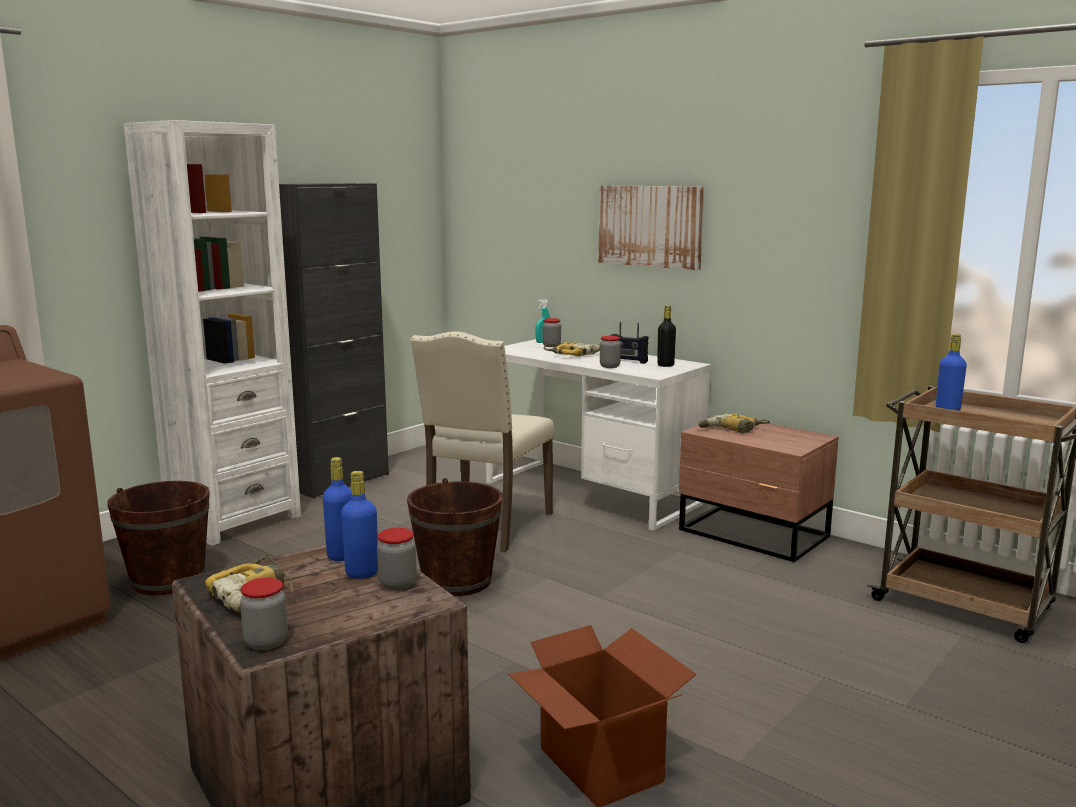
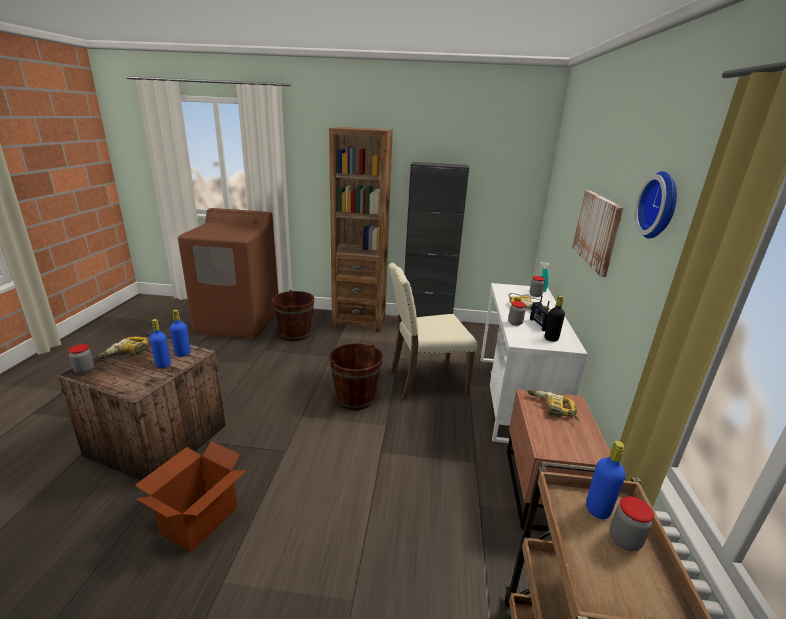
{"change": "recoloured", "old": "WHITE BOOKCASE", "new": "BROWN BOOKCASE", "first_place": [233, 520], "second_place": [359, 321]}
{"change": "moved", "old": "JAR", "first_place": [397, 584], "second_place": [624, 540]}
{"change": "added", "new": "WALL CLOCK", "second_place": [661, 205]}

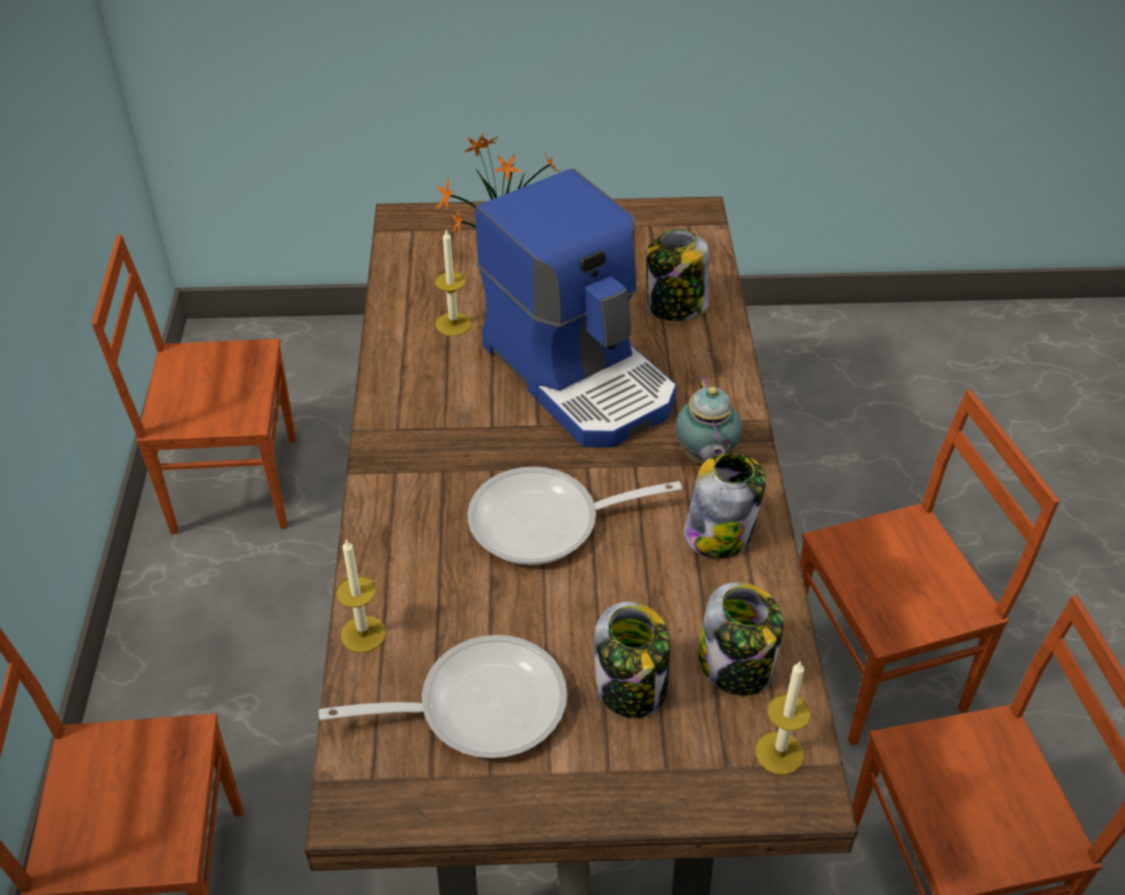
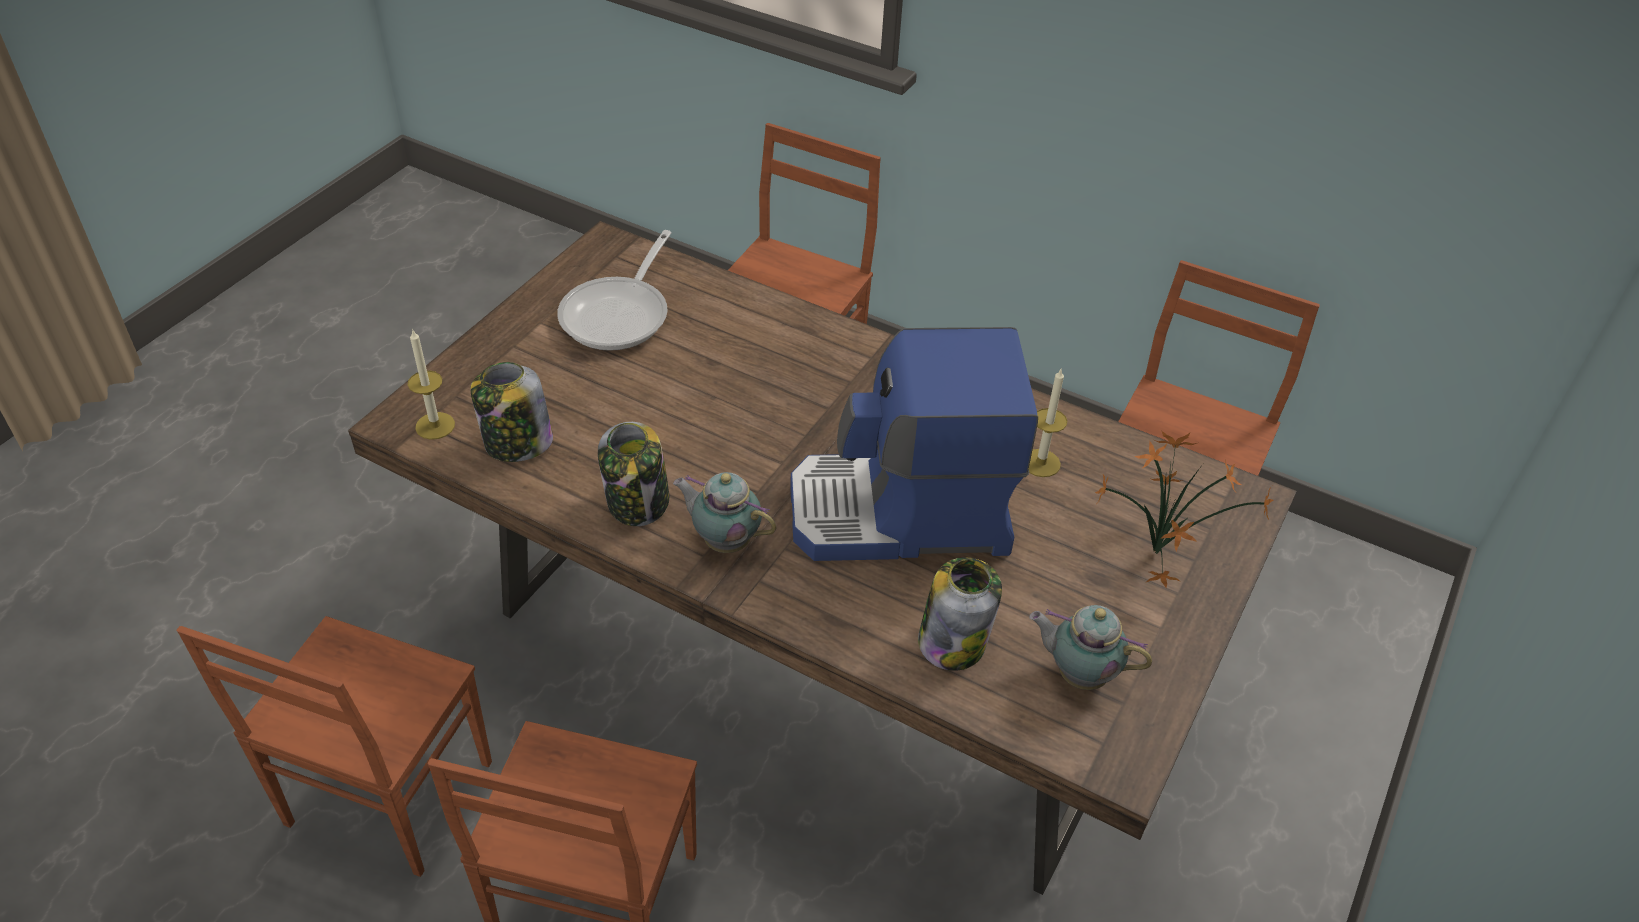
{"change": "added", "new": "TEAPOT", "second_place": [1078, 674]}
{"change": "removed", "old": "CANDLE", "first_place": [363, 634]}
{"change": "removed", "old": "FRYING PAN", "first_place": [546, 523]}
{"change": "removed", "old": "JAR", "first_place": [631, 687]}

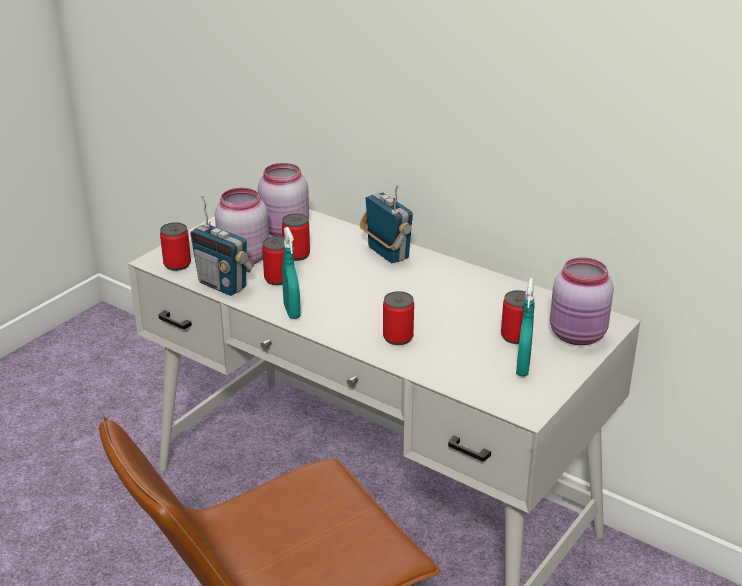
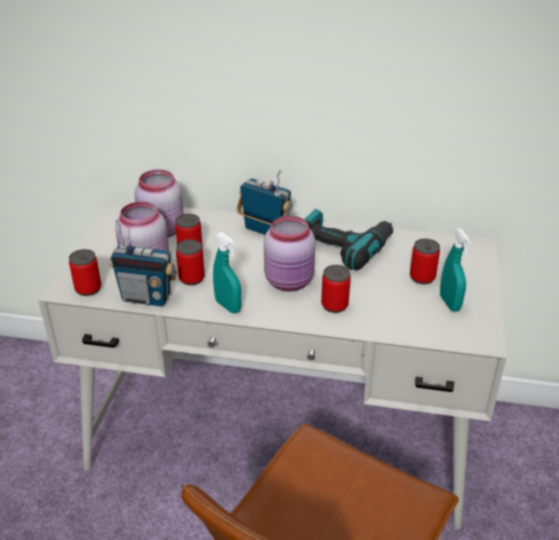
{"change": "moved", "old": "PINK JAR", "first_place": [578, 336], "second_place": [290, 282]}
{"change": "added", "new": "POWER DRILL", "second_place": [345, 246]}

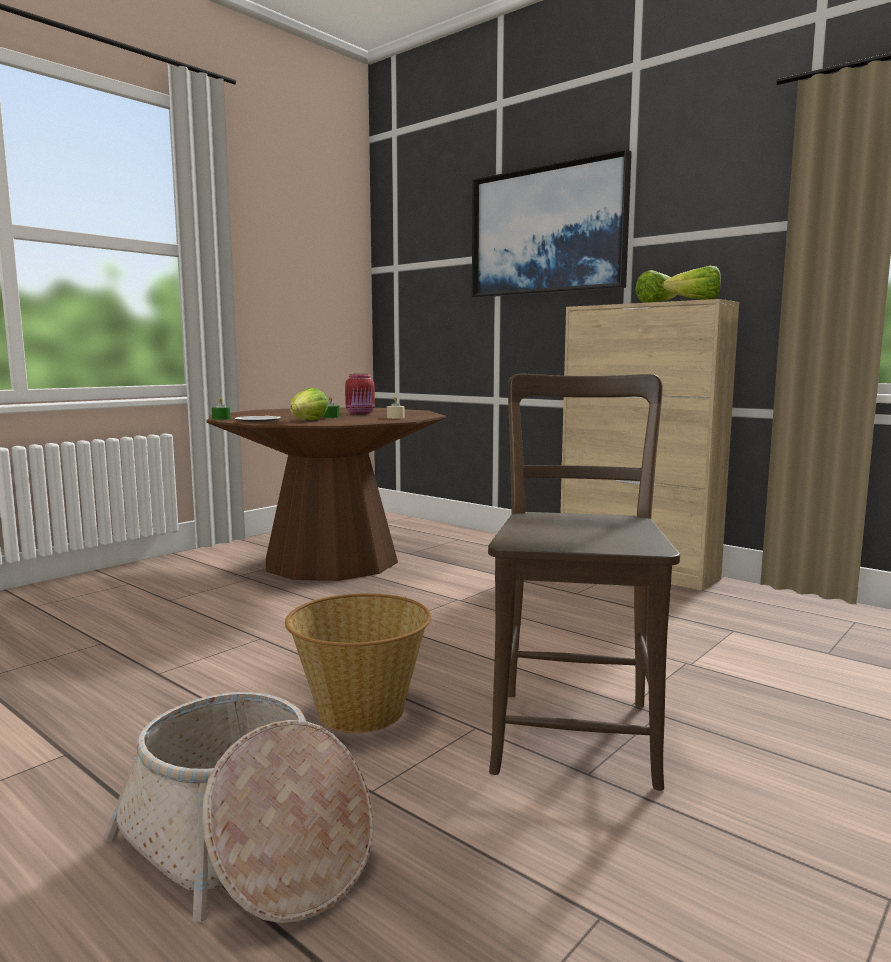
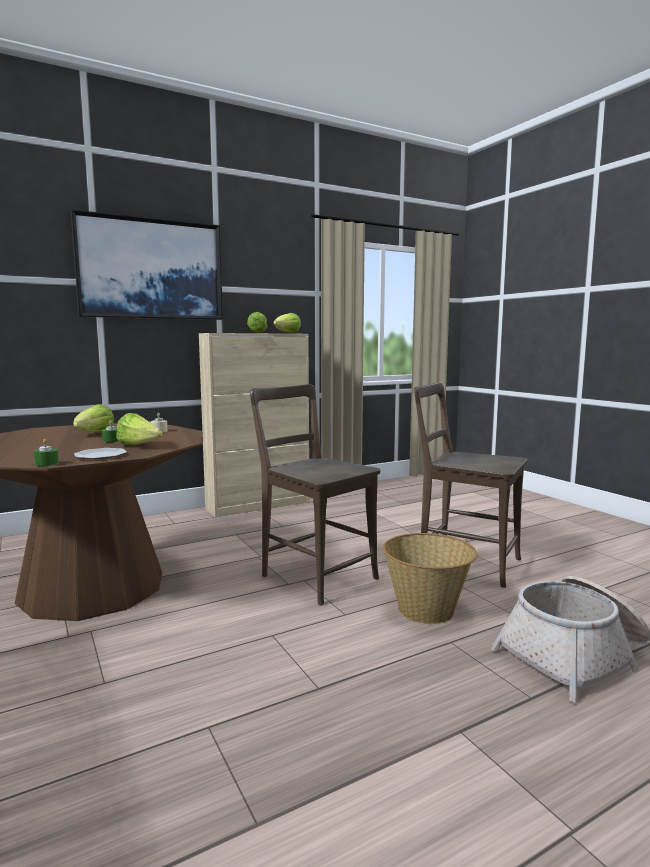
{"change": "replaced", "old": "RED JAR", "new": "LETTUCE", "first_place": [361, 413], "second_place": [94, 434]}
{"change": "added", "new": "BROWN CHAIR", "second_place": [315, 575]}

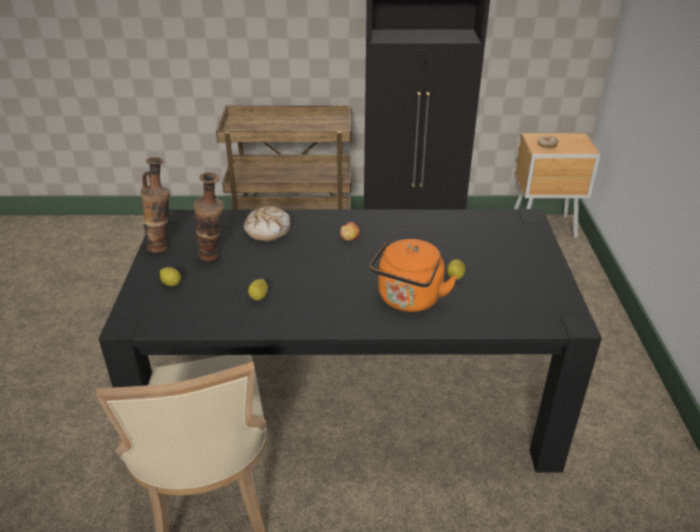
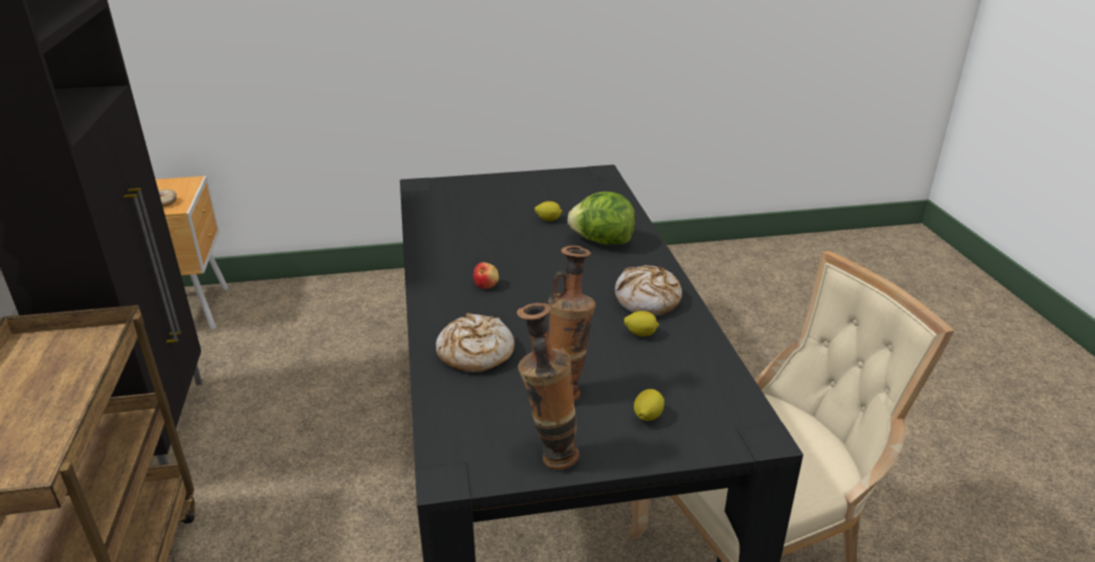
{"change": "replaced", "old": "ORANGE KETTLE", "new": "LETTUCE", "first_place": [408, 300], "second_place": [602, 241]}
{"change": "added", "new": "BREAD", "second_place": [647, 300]}

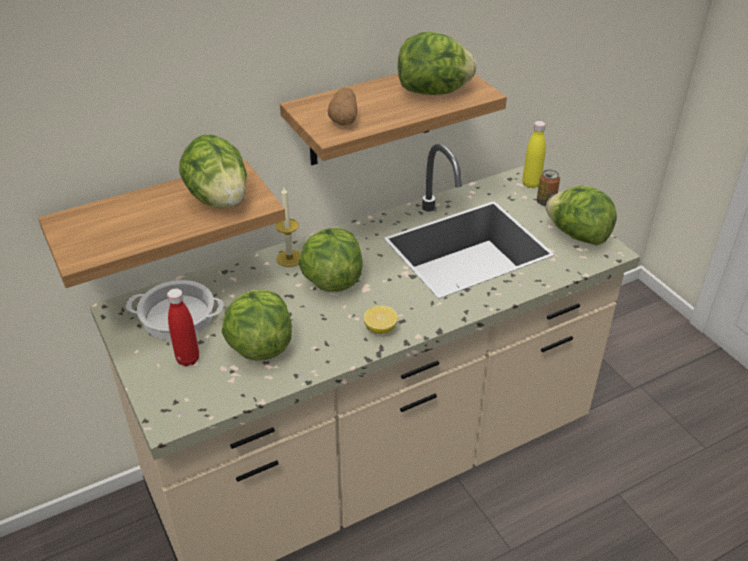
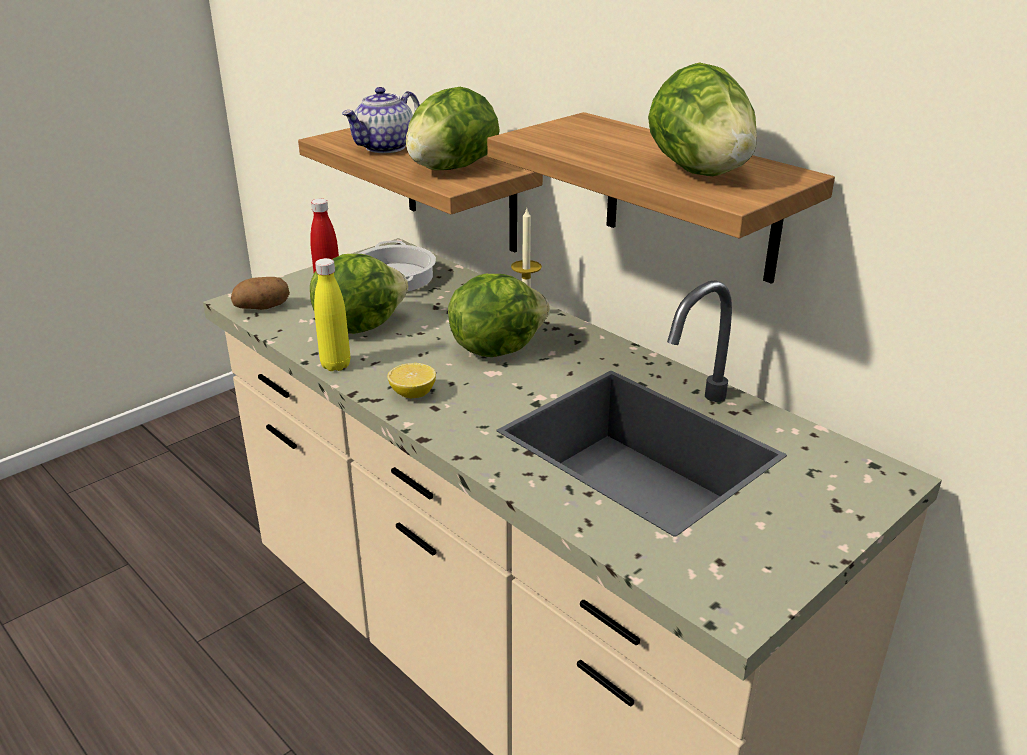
{"change": "moved", "old": "POTATO", "first_place": [344, 119], "second_place": [262, 307]}
{"change": "moved", "old": "YELLOW BOTTLE", "first_place": [531, 184], "second_place": [336, 365]}
{"change": "added", "new": "TEAPOT", "second_place": [385, 147]}
{"change": "removed", "old": "CAN", "first_place": [546, 202]}
{"change": "removed", "old": "LETTUCE", "first_place": [577, 235]}

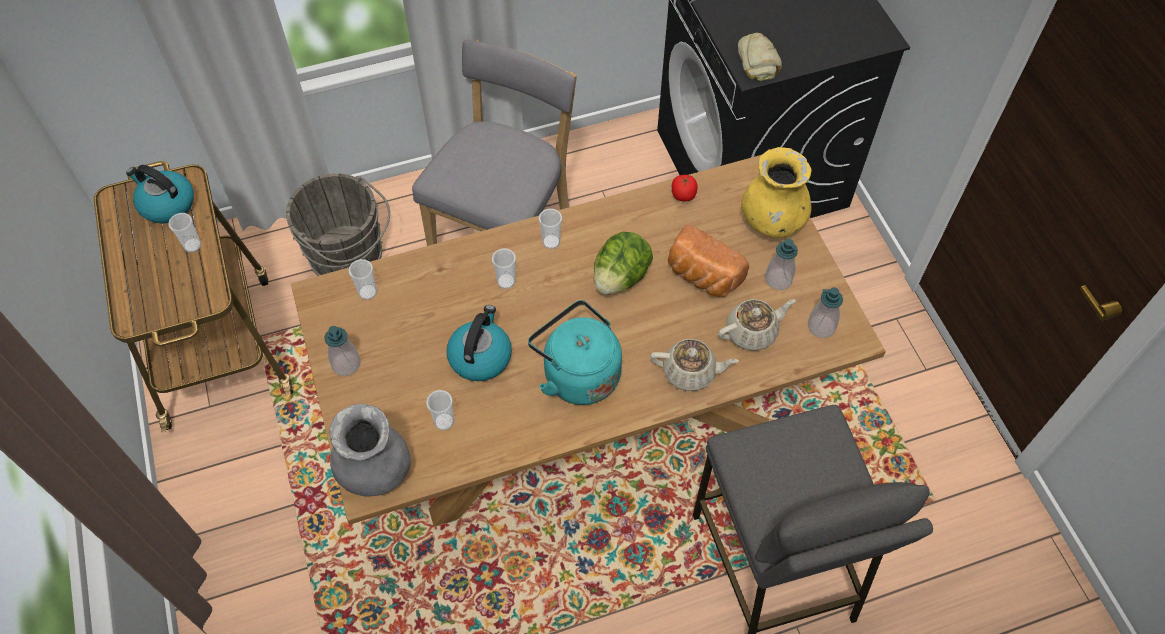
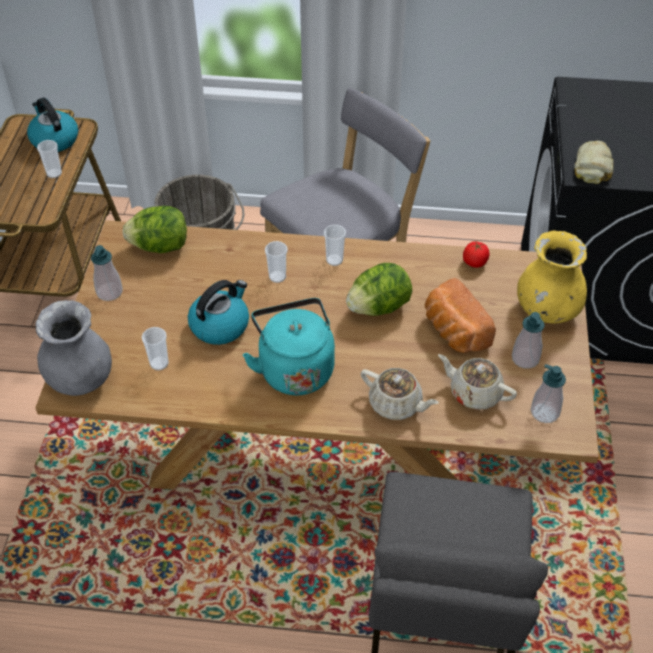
{"change": "replaced", "old": "CUP", "new": "LETTUCE", "first_place": [368, 292], "second_place": [160, 246]}
{"change": "turned", "old": "BEIGE TEAPOT", "first_place": [752, 332], "second_place": [474, 393], "degrees": -150}

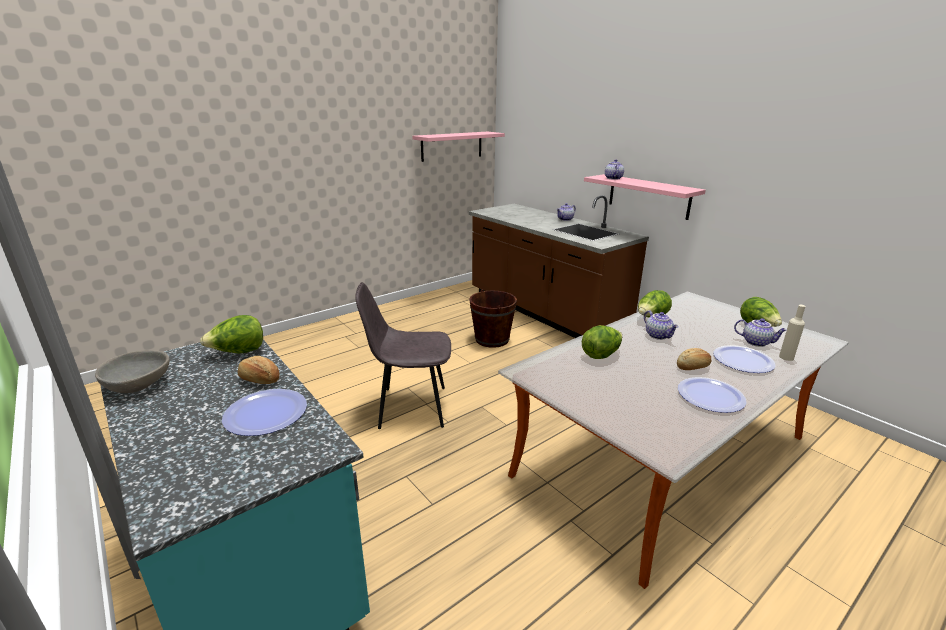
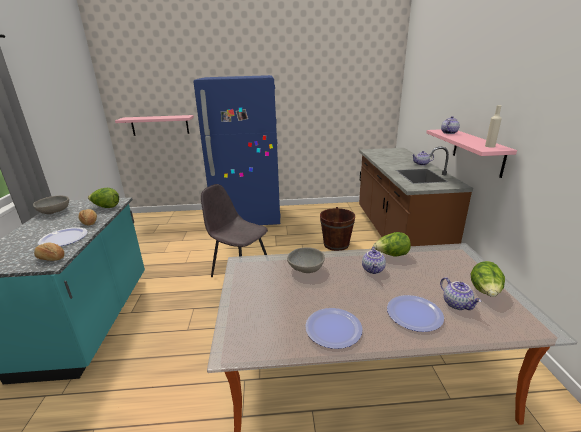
{"change": "moved", "old": "BREAD", "first_place": [693, 367], "second_place": [51, 258]}
{"change": "moved", "old": "PINK SHELF", "first_place": [452, 146], "second_place": [160, 125]}
{"change": "added", "new": "BLUE FRIDGE", "second_place": [248, 218]}
{"change": "replaced", "old": "LETTUCE", "new": "GREY BOWL", "first_place": [601, 354], "second_place": [305, 269]}
{"change": "moved", "old": "BEIGE BOTTLE", "first_place": [786, 357], "second_place": [490, 146]}

